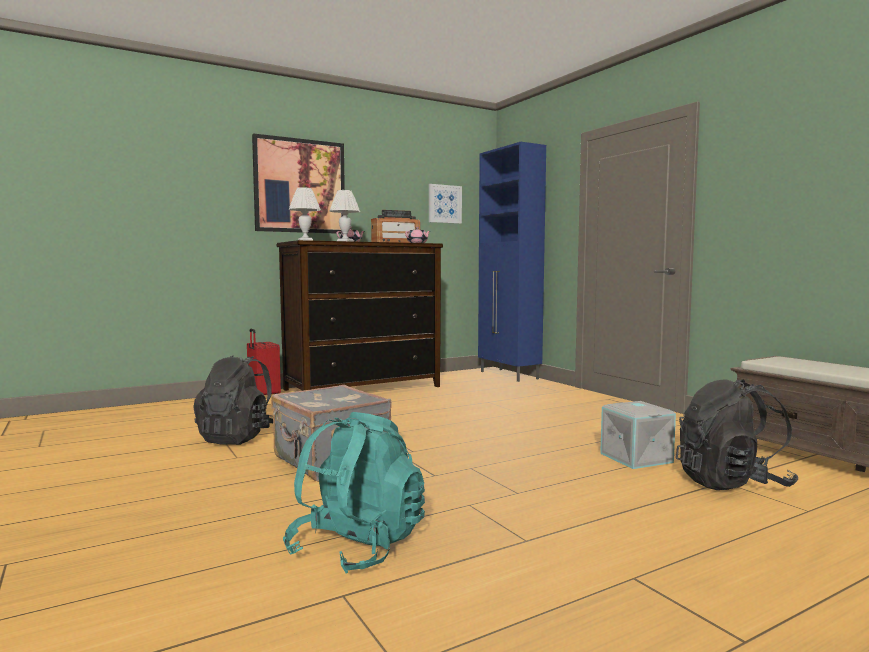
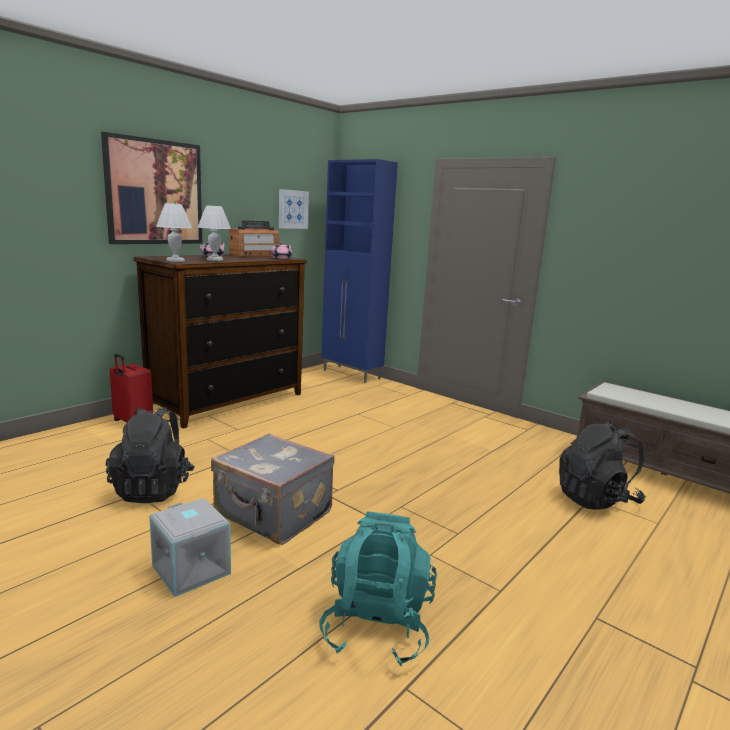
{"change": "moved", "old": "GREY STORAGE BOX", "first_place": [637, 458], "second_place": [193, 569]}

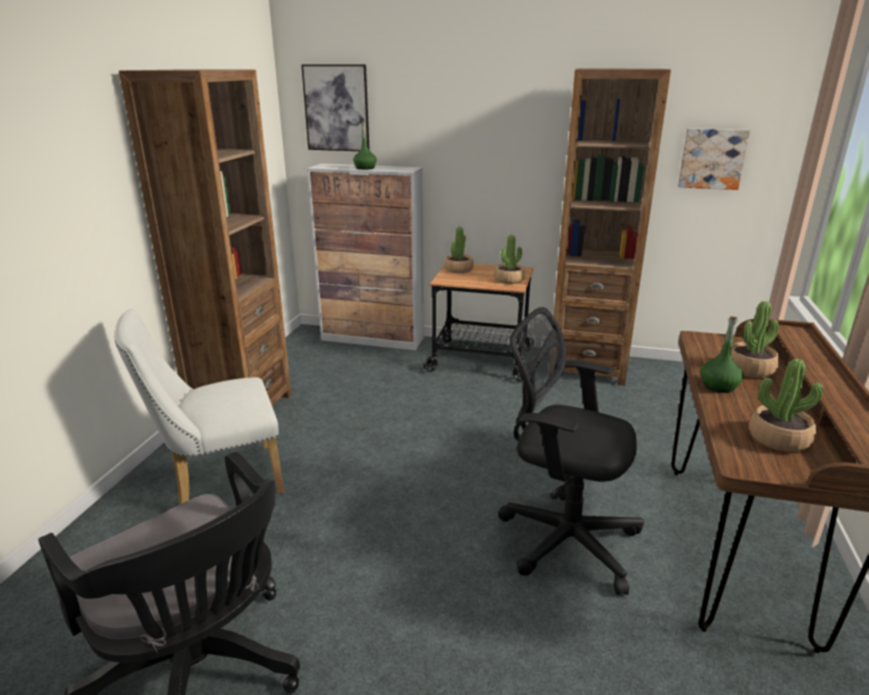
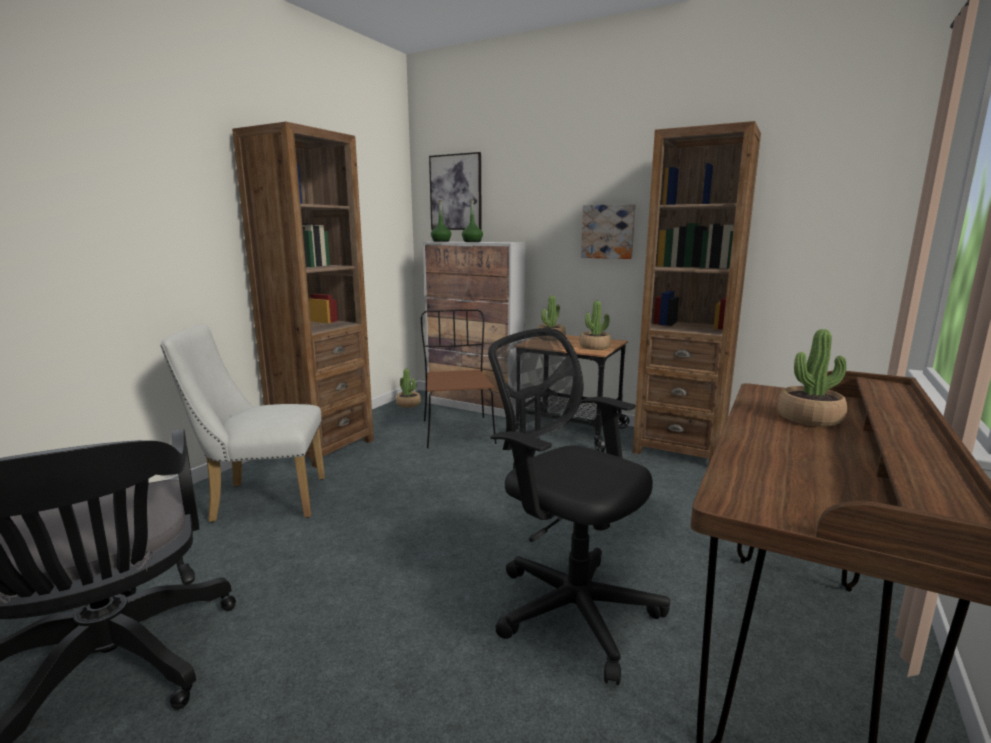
{"change": "moved", "old": "POTTED PLANT", "first_place": [778, 438], "second_place": [408, 404]}
{"change": "added", "new": "BROWN CHAIR", "second_place": [457, 431]}
{"change": "moved", "old": "GREEN BOTTLE", "first_place": [718, 386], "second_place": [441, 241]}
{"change": "moved", "old": "PICTURE", "first_place": [712, 158], "second_place": [608, 231]}

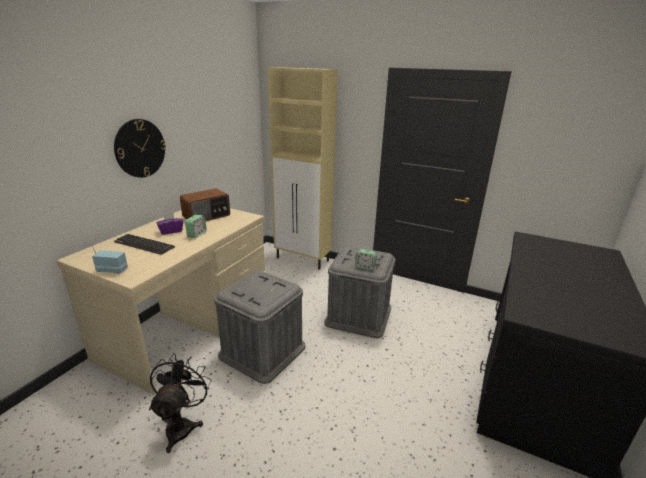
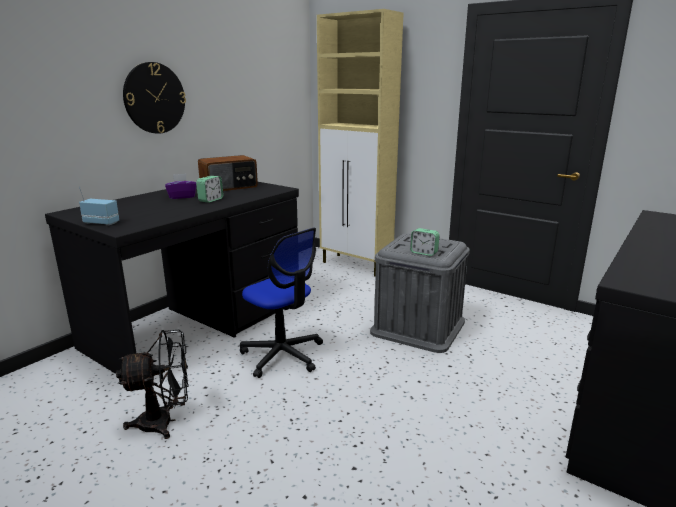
{"change": "recoloured", "old": "BEIGE DESK", "new": "BLACK DESK", "first_place": [189, 326], "second_place": [199, 323]}
{"change": "turned", "old": "BLACK FAN", "first_place": [182, 425], "second_place": [165, 422], "degrees": 60}
{"change": "replaced", "old": "GREY STORAGE BOX", "new": "OFFICE CHAIR", "first_place": [262, 351], "second_place": [283, 355]}
{"change": "removed", "old": "KEYBOARD", "first_place": [144, 245]}

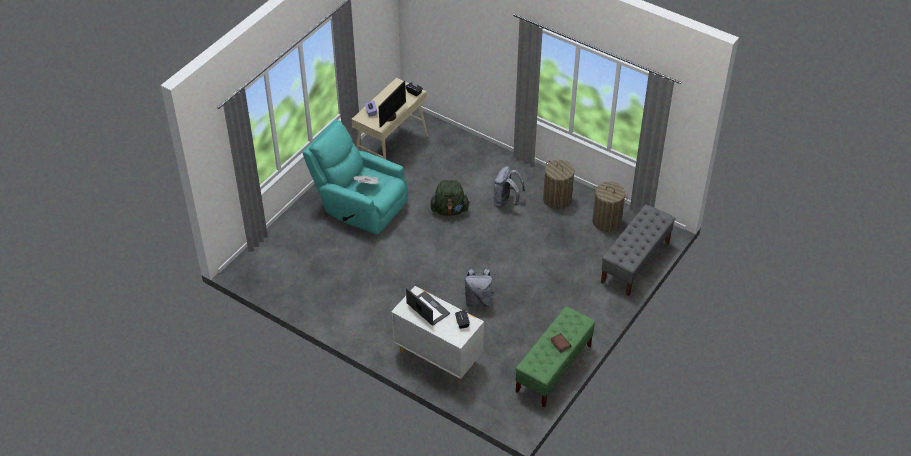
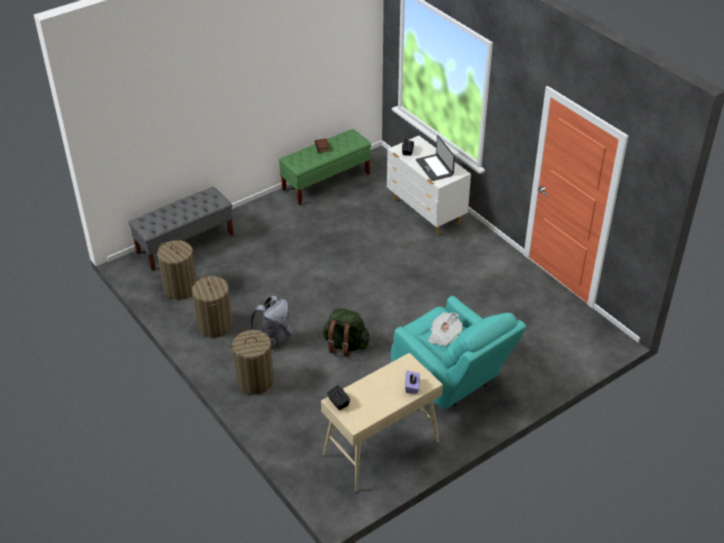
{"change": "added", "new": "LAUNDRY BASKET", "second_place": [255, 381]}
{"change": "removed", "old": "MONITOR", "first_place": [390, 116]}
{"change": "removed", "old": "GREY BACKPACK", "first_place": [478, 301]}

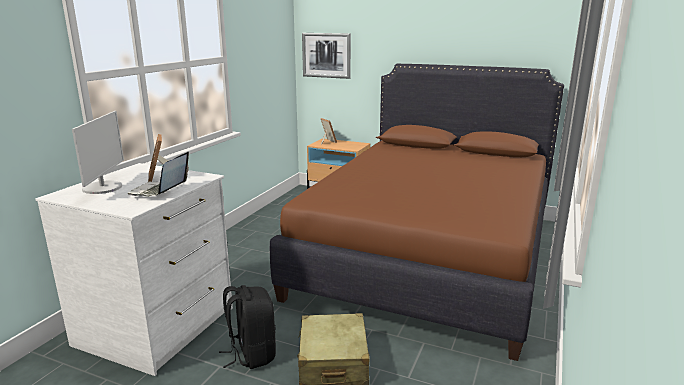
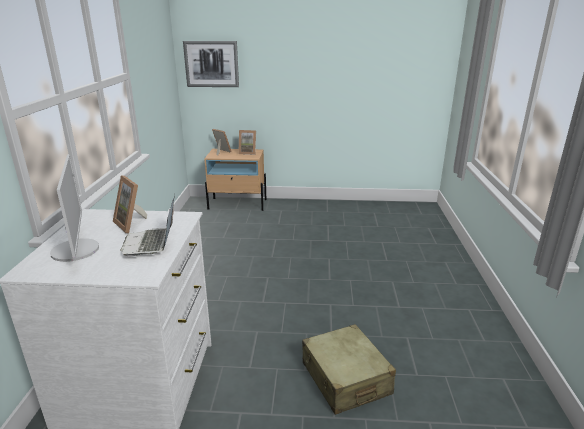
{"change": "added", "new": "PICTURE FRAME", "second_place": [248, 152]}
{"change": "removed", "old": "BLACK BACKPACK", "first_place": [251, 354]}
{"change": "removed", "old": "BROWN BED", "first_place": [429, 254]}

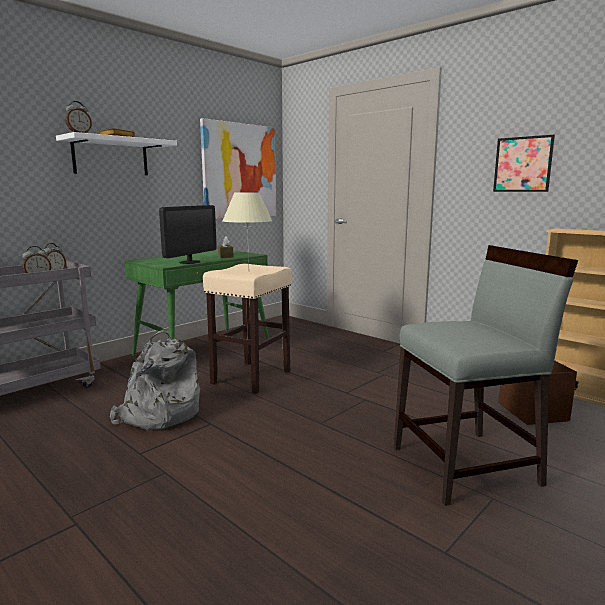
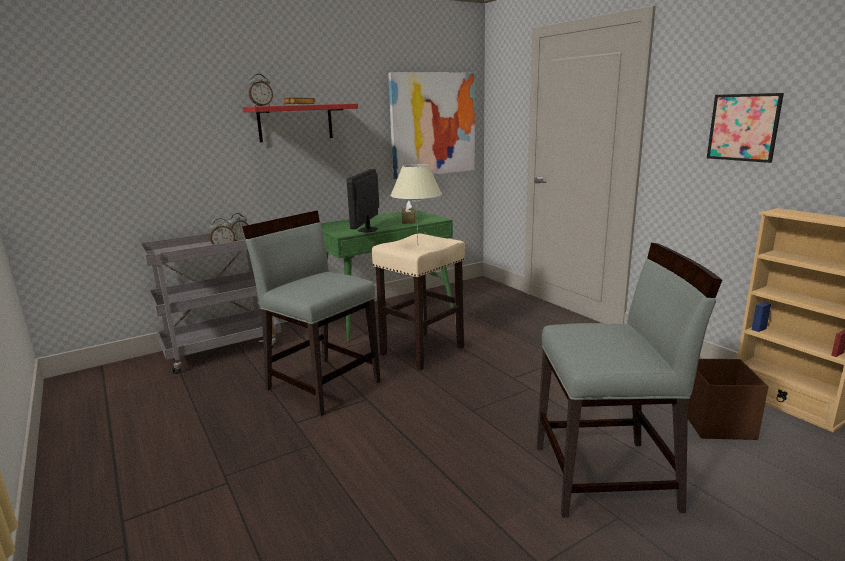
{"change": "replaced", "old": "GREY BACKPACK", "new": "GREY CHAIR", "first_place": [159, 414], "second_place": [323, 384]}
{"change": "recoloured", "old": "WHITE SHELF", "new": "RED SHELF", "first_place": [110, 157], "second_place": [295, 122]}
{"change": "turned", "old": "MONITOR", "first_place": [189, 262], "second_place": [368, 229], "degrees": 150}

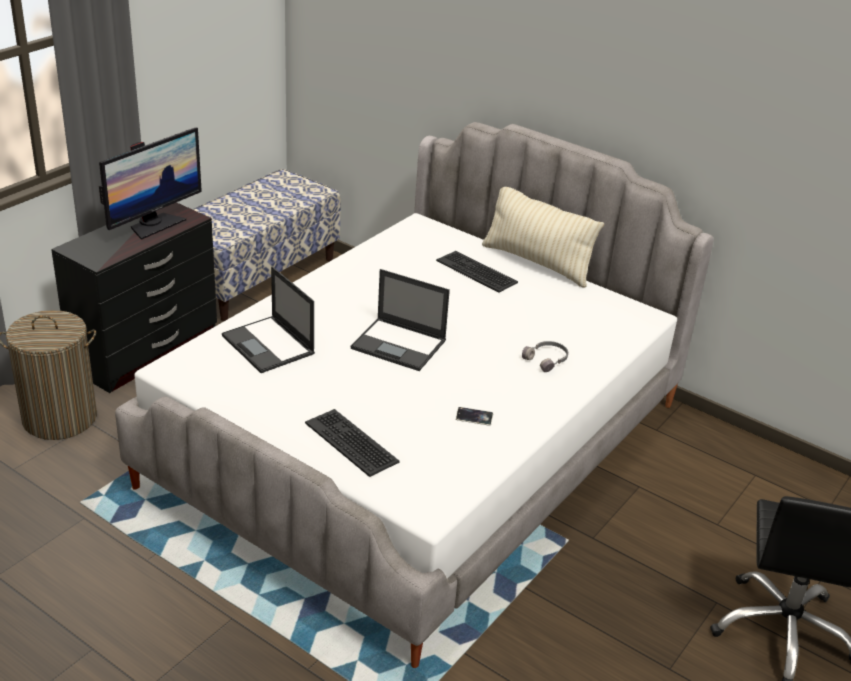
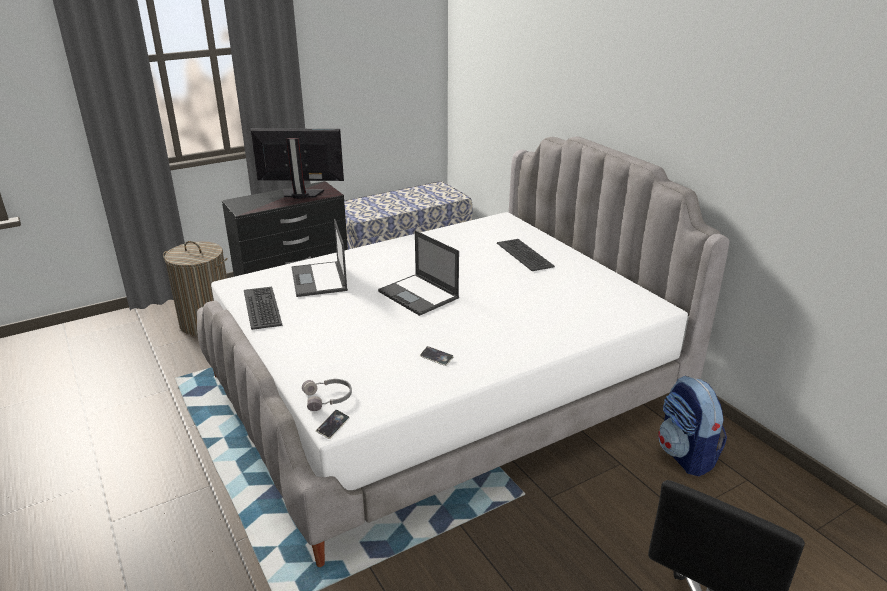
{"change": "moved", "old": "KEYBOARD", "first_place": [352, 442], "second_place": [263, 308]}
{"change": "turned", "old": "MONITOR", "first_place": [154, 224], "second_place": [301, 194], "degrees": -150}
{"change": "moved", "old": "GREY HEADPHONES", "first_place": [547, 360], "second_place": [328, 398]}
{"change": "added", "new": "PHONE", "second_place": [333, 426]}
{"change": "added", "new": "BACKPACK", "second_place": [686, 455]}
{"change": "removed", "old": "BEIGE PILLOW", "first_place": [537, 263]}

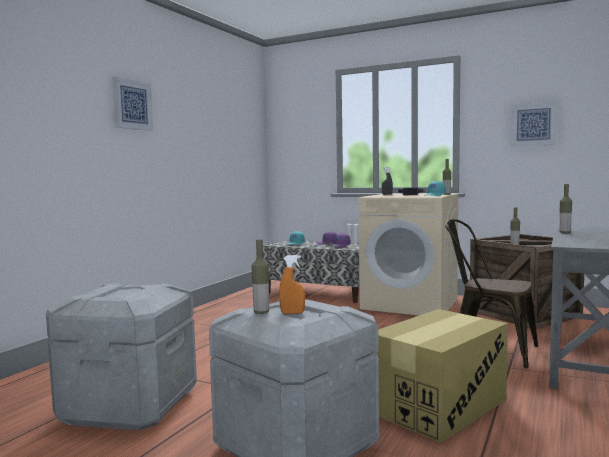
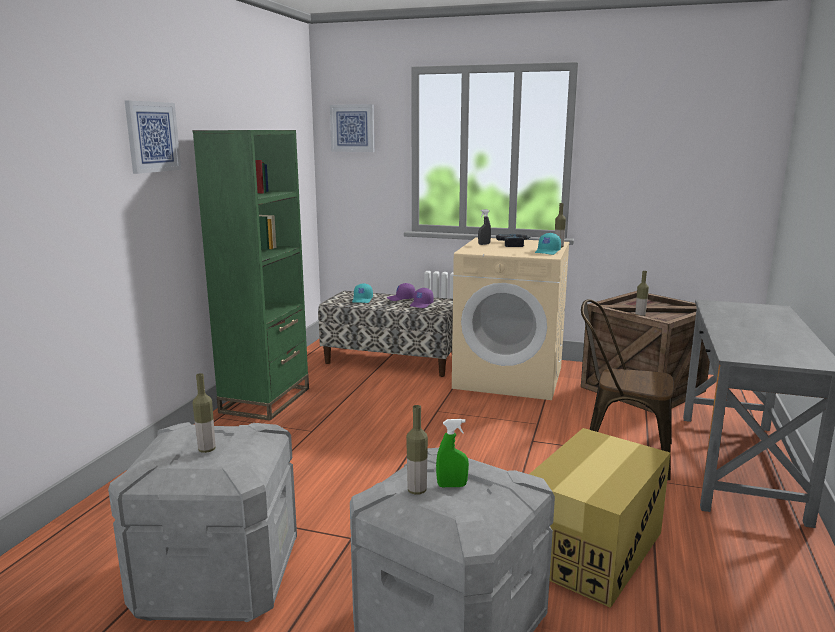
{"change": "added", "new": "GREEN BOOKCASE", "second_place": [266, 400]}
{"change": "moved", "old": "BOTTLE", "first_place": [564, 232], "second_place": [207, 449]}
{"change": "moved", "old": "PICTURE", "first_place": [533, 124], "second_place": [352, 128]}
{"change": "recoloured", "old": "ORANGE SPRAY BOTTLE", "new": "GREEN SPRAY BOTTLE", "first_place": [292, 313], "second_place": [452, 485]}

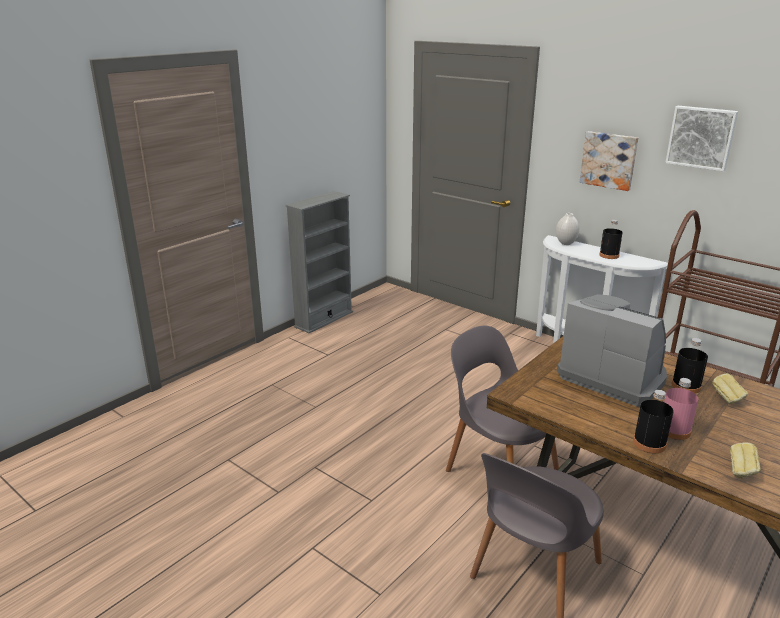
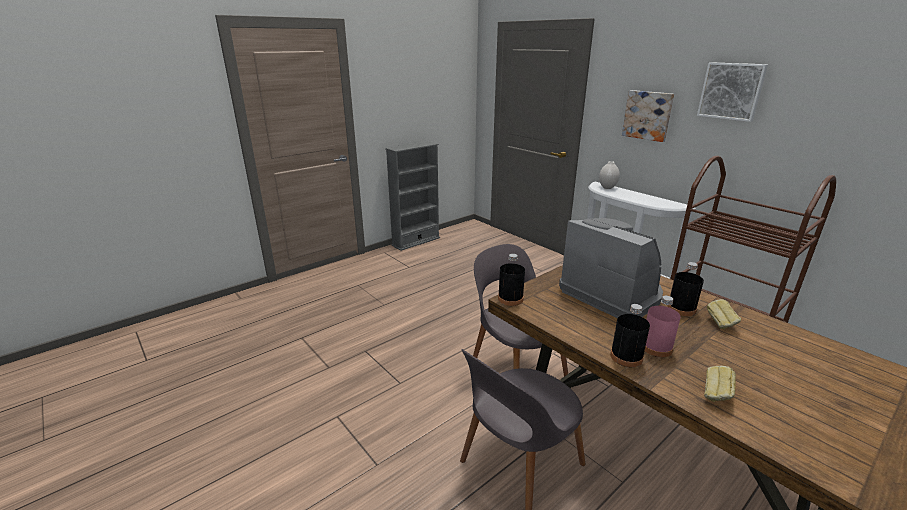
{"change": "moved", "old": "BLACK BOTTLE", "first_place": [609, 255], "second_place": [510, 299]}

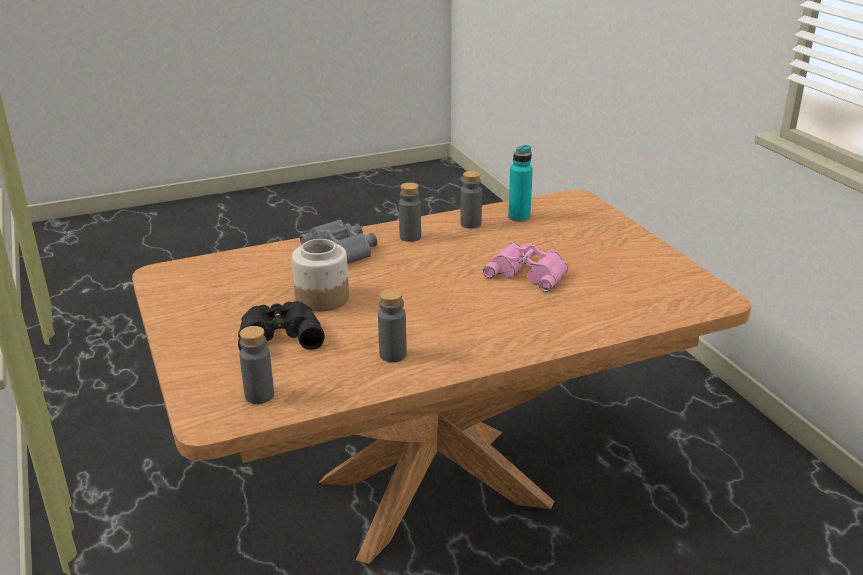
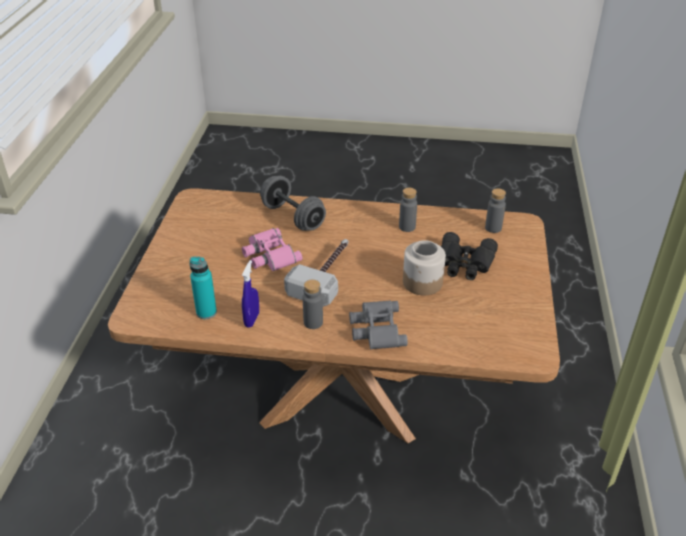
{"change": "replaced", "old": "GREY BOTTLE", "new": "BLUE SPRAY BOTTLE", "first_place": [470, 224], "second_place": [252, 319]}
{"change": "added", "new": "GREY DUMBBELL", "second_place": [293, 217]}
{"change": "added", "new": "HAMMER", "second_place": [326, 275]}

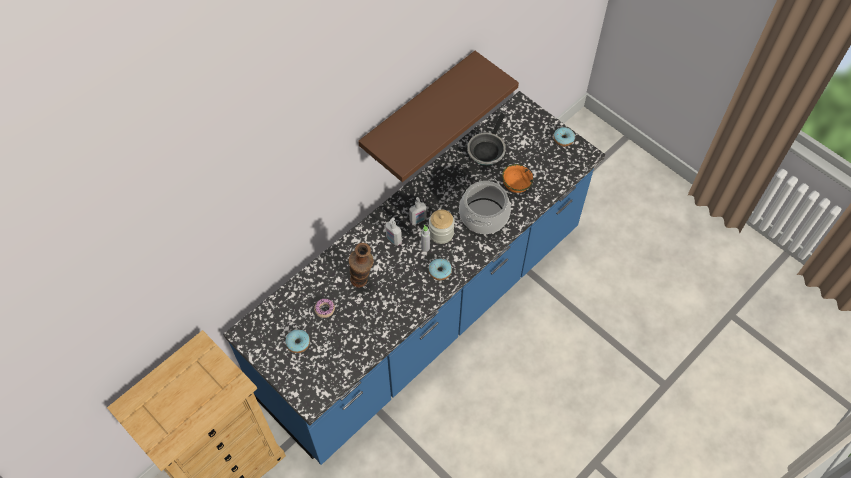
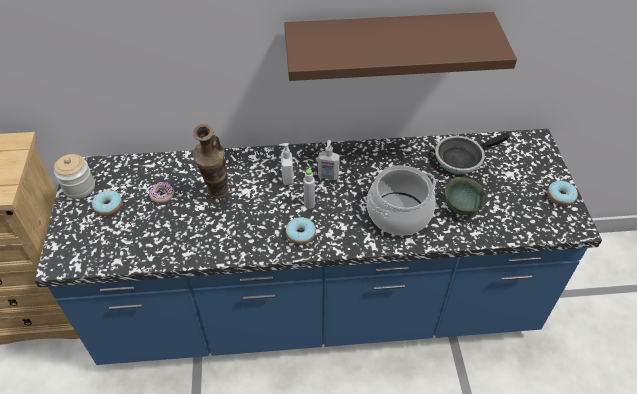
{"change": "moved", "old": "JAR", "first_place": [441, 233], "second_place": [79, 188]}
{"change": "recoloured", "old": "ORANGE BOWL", "new": "GREEN BOWL", "first_place": [515, 186], "second_place": [461, 207]}

